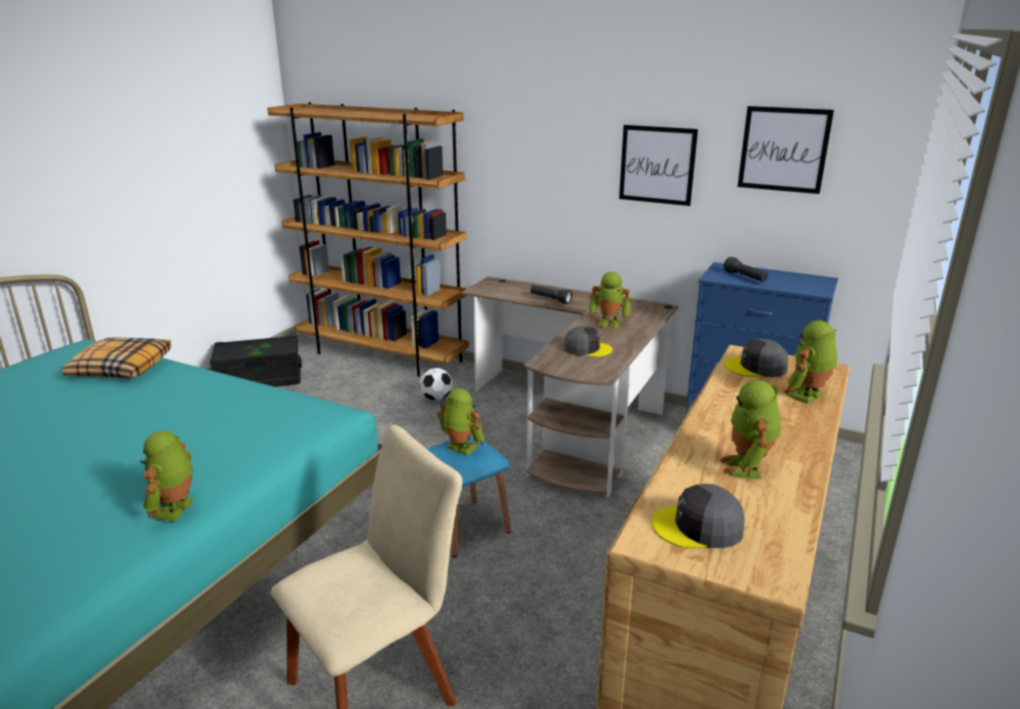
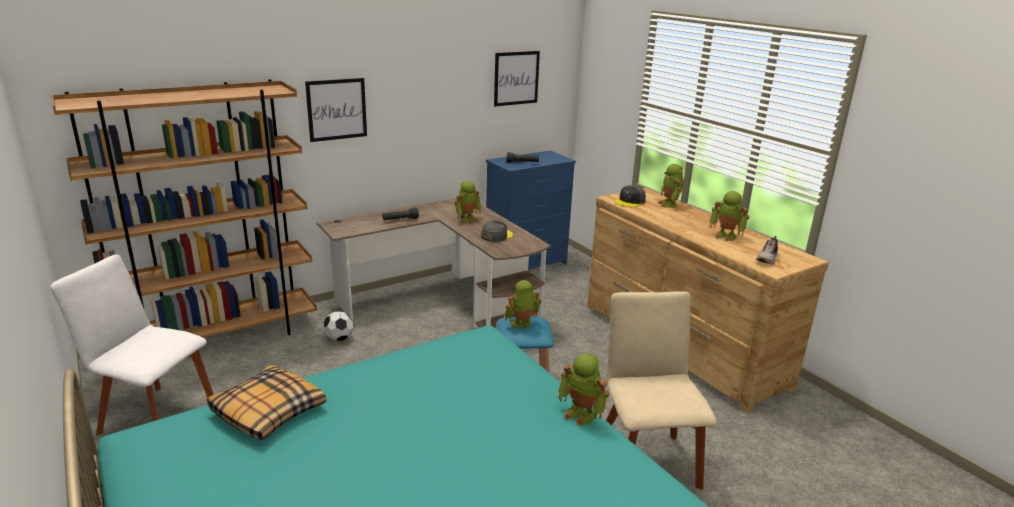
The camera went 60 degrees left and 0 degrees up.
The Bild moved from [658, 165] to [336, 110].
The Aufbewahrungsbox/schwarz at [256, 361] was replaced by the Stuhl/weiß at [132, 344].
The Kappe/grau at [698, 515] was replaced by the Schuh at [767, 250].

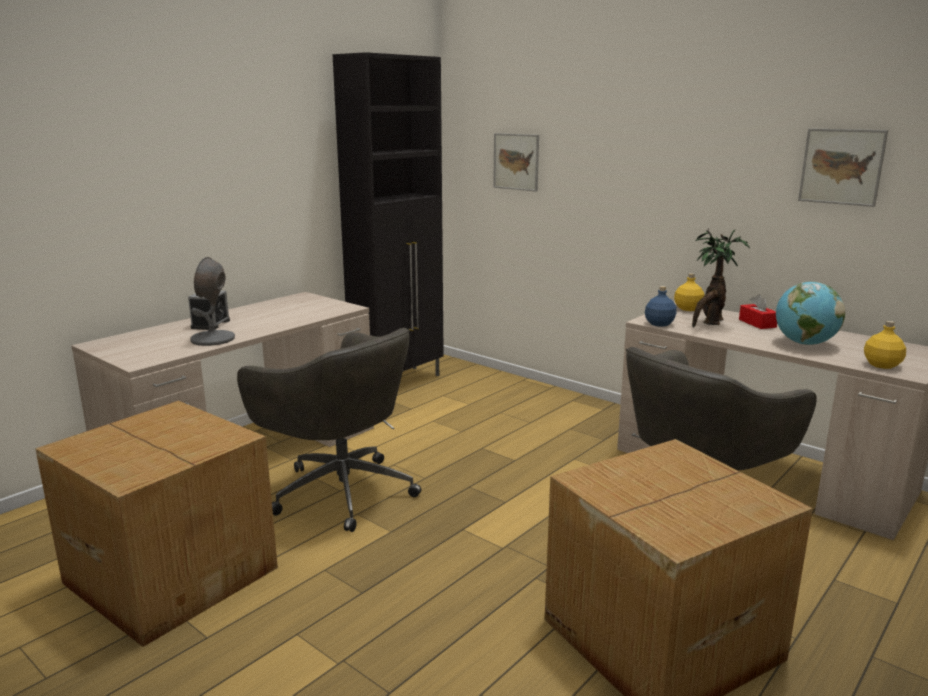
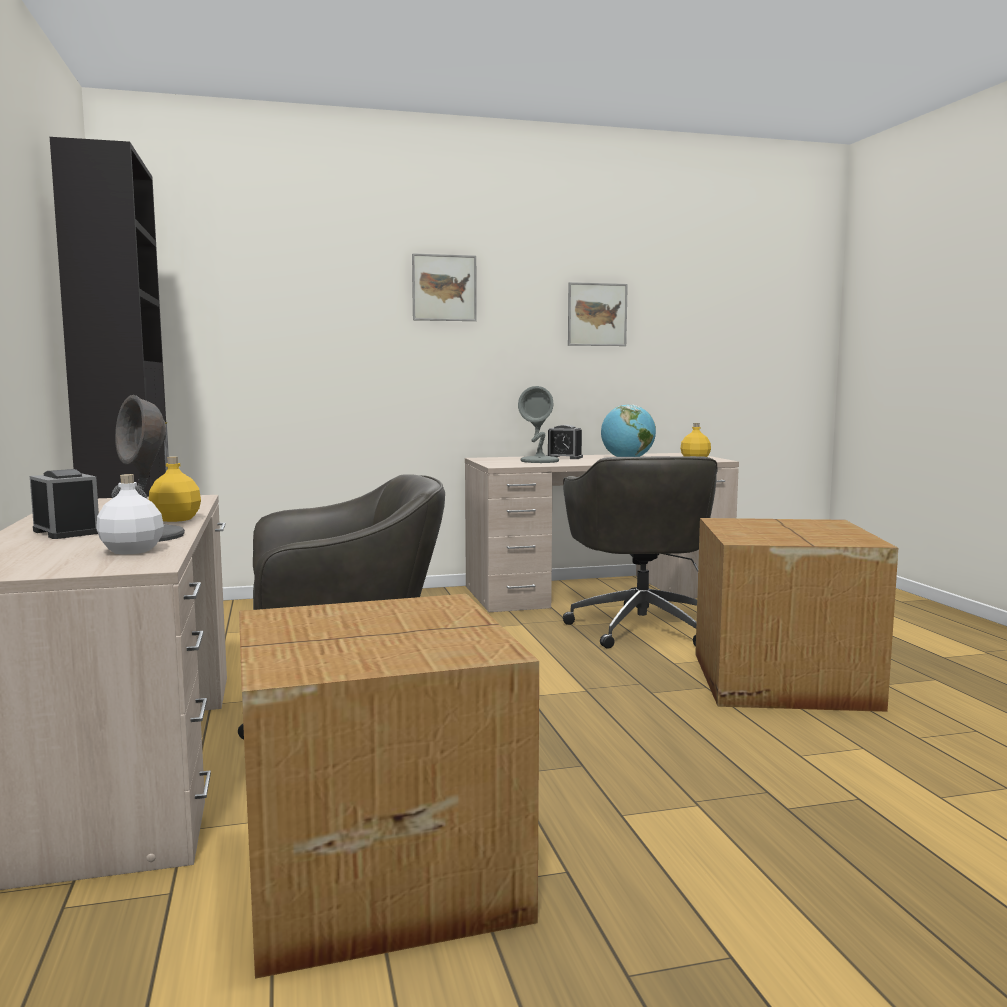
The camera went 55 degrees left and 10 degrees down.
The Bild moved from [516, 162] to [444, 287].
The Topfpflanze at [721, 277] was replaced by the Tischlampe/grau at [538, 424].
The Flasche/gelb moved from [689, 292] to [175, 489].
The Flasche/blau at [661, 306] disappeared.
The Taschentuchbox/rot at [758, 311] was replaced by the Wecker at [564, 442].
The Flasche/weiß at [130, 514] appeared.

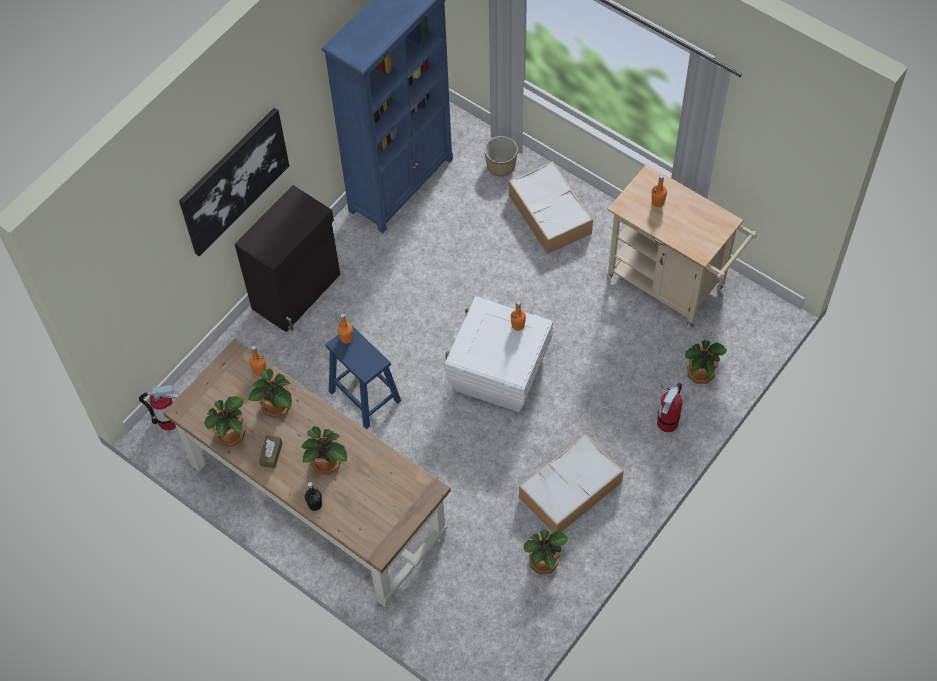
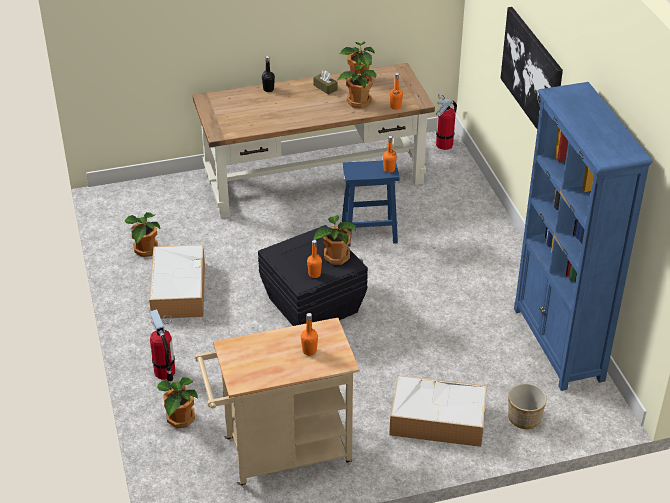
The camera went 125 degrees right and 20 degrees down.
The Schrank/schwarz at [287, 258] disappeared.
The Aufbewahrungsbox/weiß at [499, 354] became the Aufbewahrungsbox/schwarz at [313, 275].
The Topfpflanze moved from [324, 450] to [334, 240].

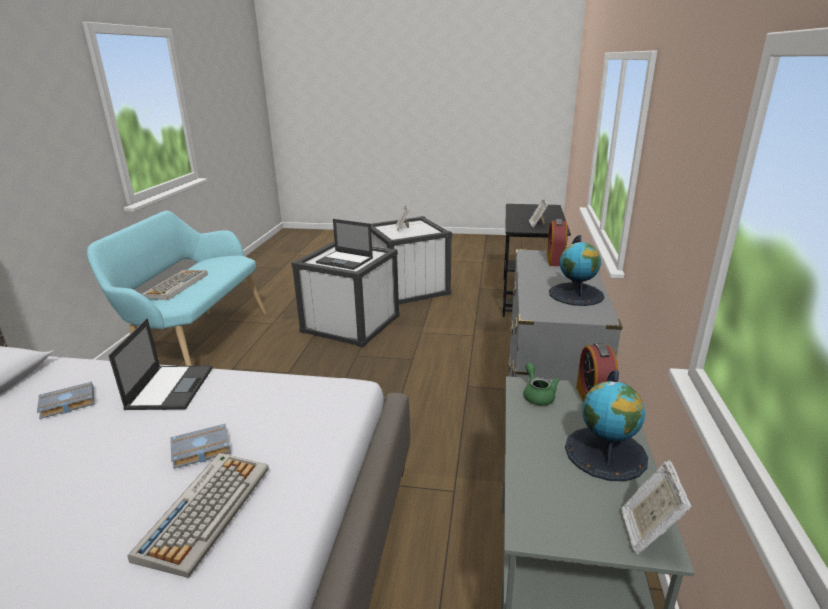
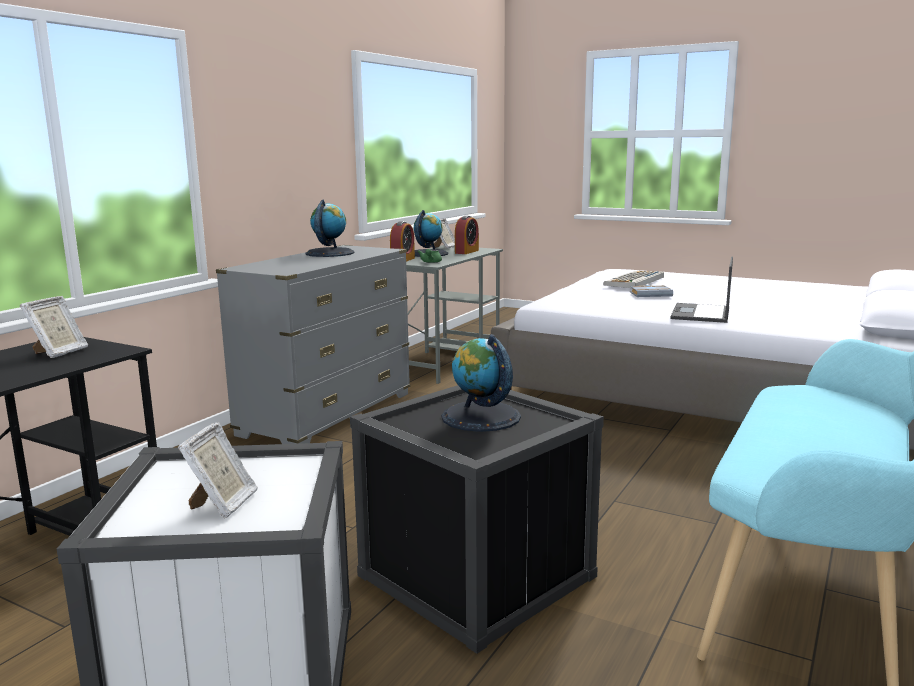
The camera went 160 degrees left and 10 degrees down.
The Laptop at [344, 244] was replaced by the Globus at [481, 383].
The Wecker moved from [557, 242] to [467, 234].
The Aufbewahrungsbox/weiß at [345, 294] became the Aufbewahrungsbox/schwarz at [477, 519].
The Tastatur at [175, 285] disappeared.
The Buch/grau at [65, 400] disappeared.

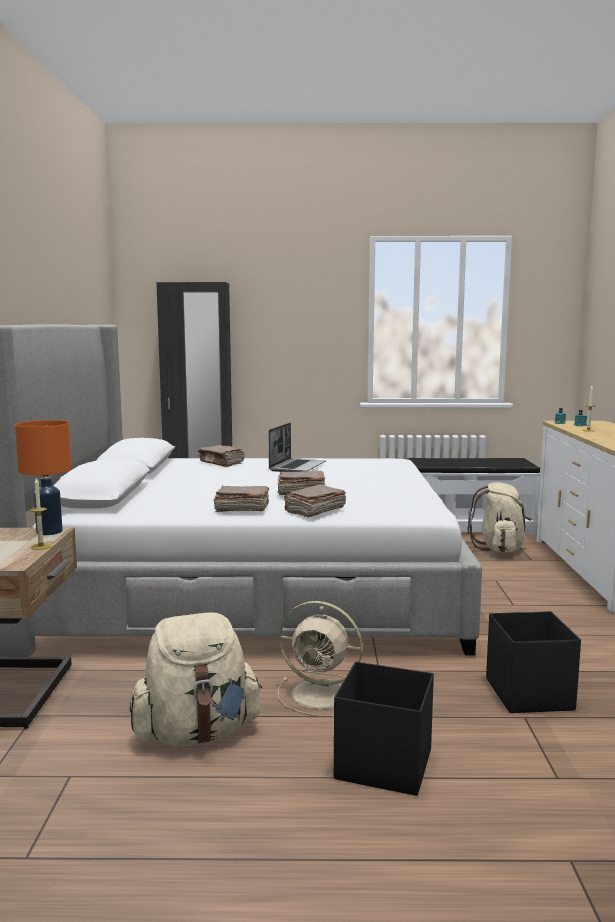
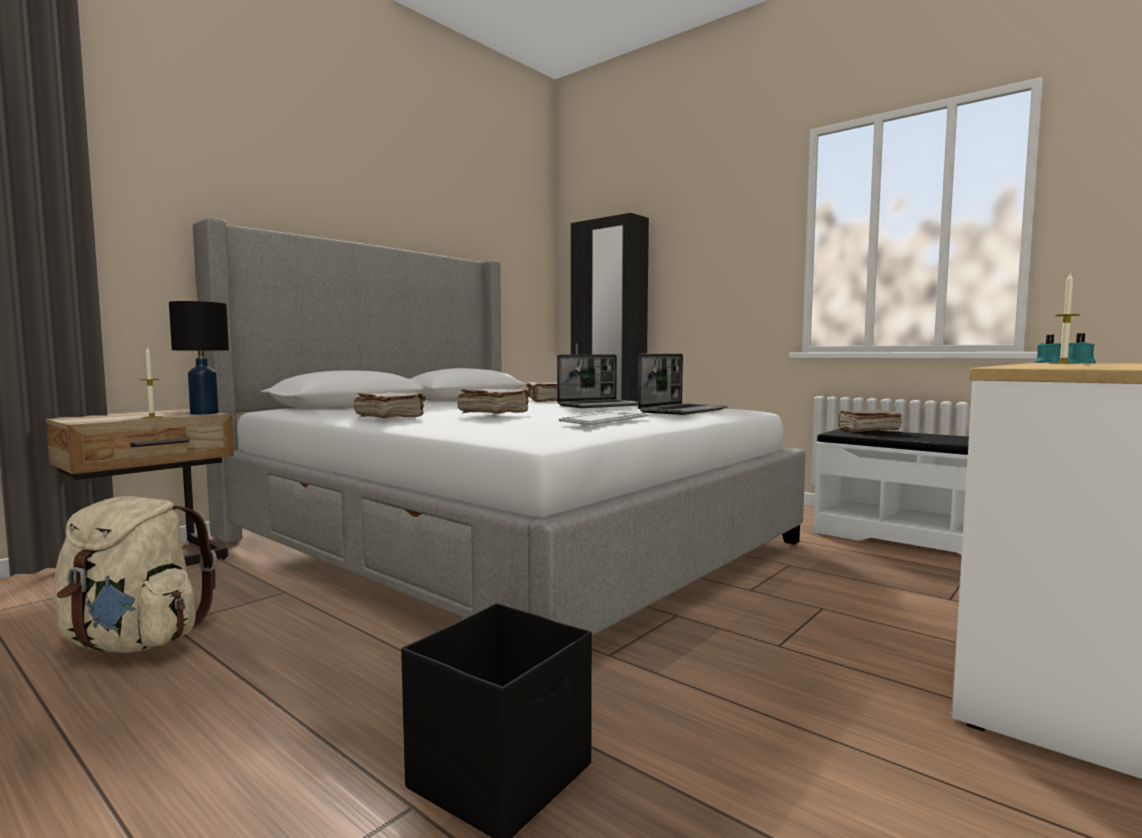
The camera went 40 degrees right and 5 degrees down.
The Tischlampe/orange at [43, 477] became the Tischlampe/schwarz at [199, 358].
The Rucksack/beige at [500, 517] disappeared.
The Buch/braun moved from [315, 501] to [870, 421].
The Ventilator/beige at [320, 659] disappeared.
The Aufbewahrungsbox/schwarz at [384, 729] disappeared.
The Laptop at [683, 384] appeared.
The Tastatur at [604, 418] appeared.

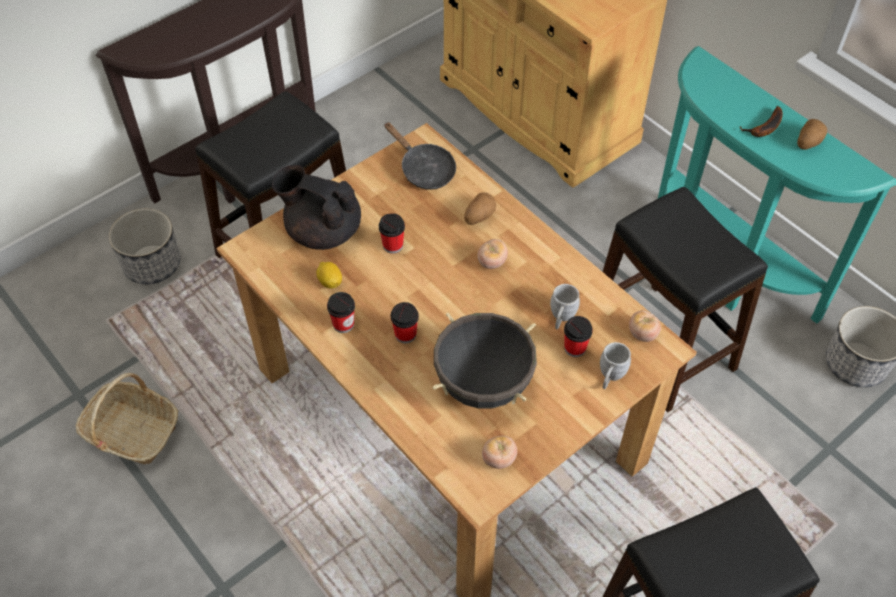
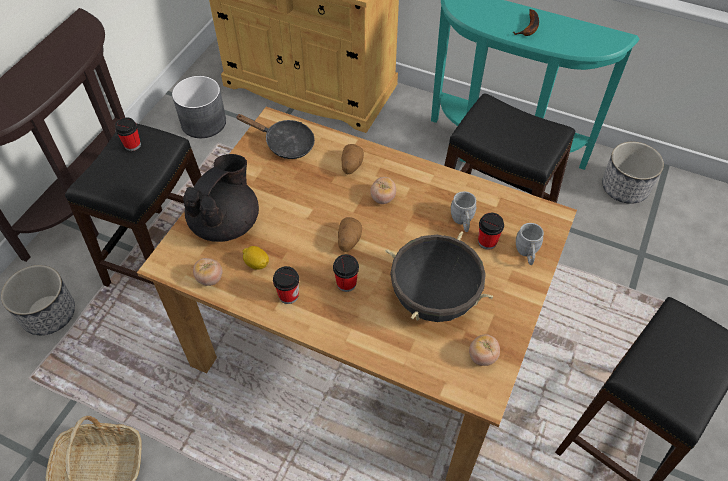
The camera went 25 degrees left and 0 degrees up.
The Kartoffel moved from [812, 134] to [350, 234].
The Teekanne/schwarz at [316, 207] turned 120 degrees clockwise.
The Tasse moved from [392, 233] to [128, 134].
The Tomate moved from [645, 326] to [208, 272].
The Pflanzkübel/grau at [199, 107] appeared.

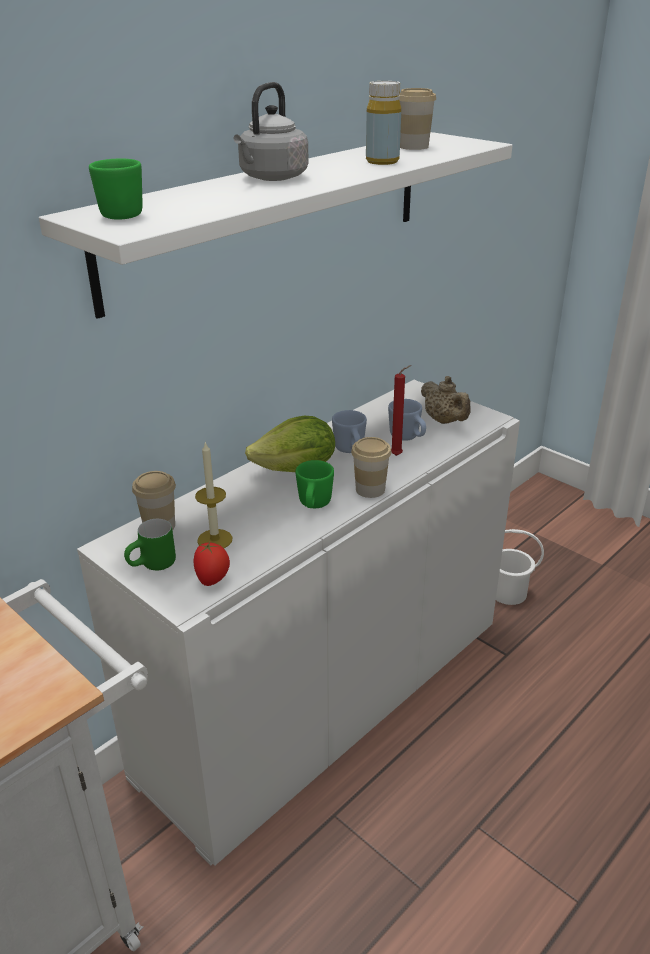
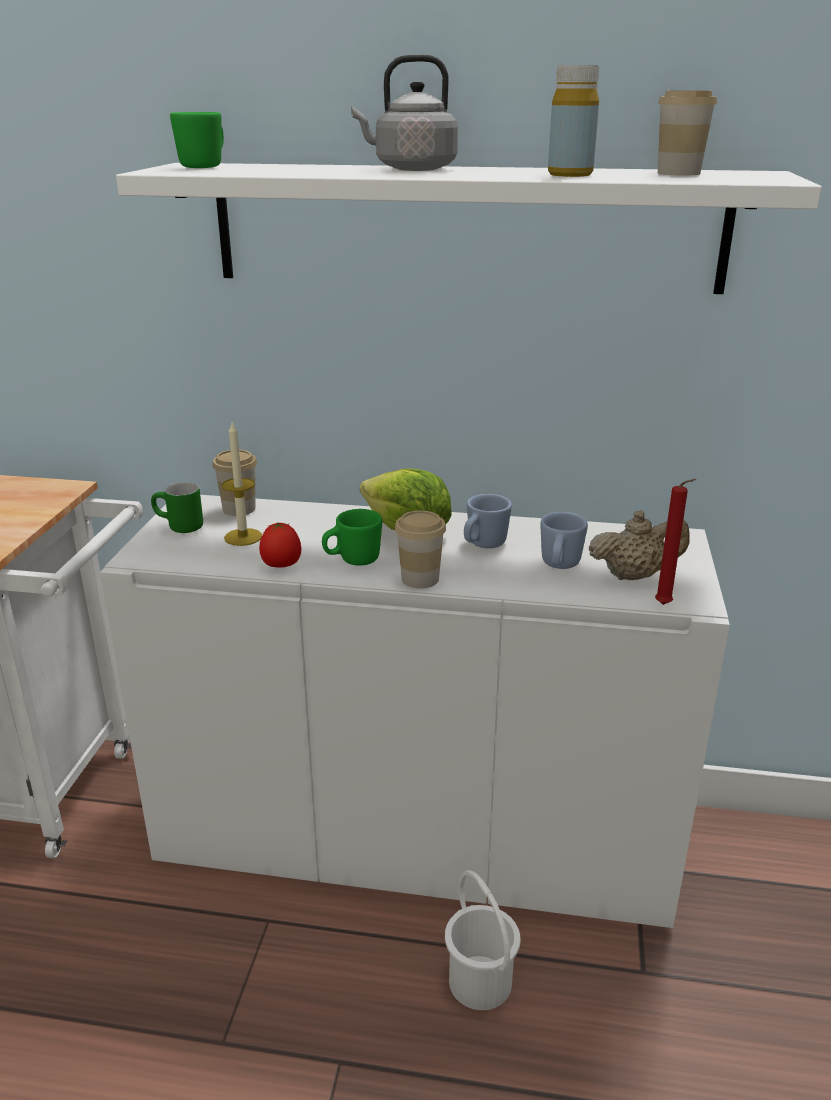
The camera went 55 degrees right and 5 degrees down.
The Kerze/rot moved from [401, 410] to [675, 542].
The Teekanne/beige at [446, 400] turned 120 degrees counterclockwise.
The Eimer/weiß moved from [520, 567] to [483, 940].
The Tomate moved from [212, 564] to [280, 544].

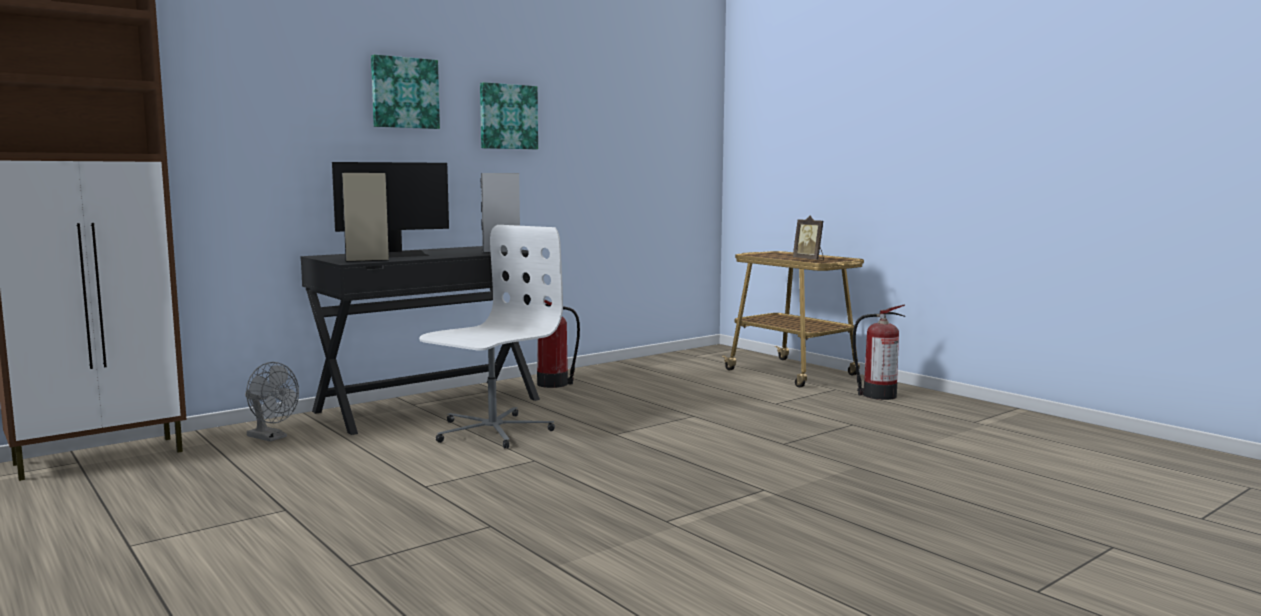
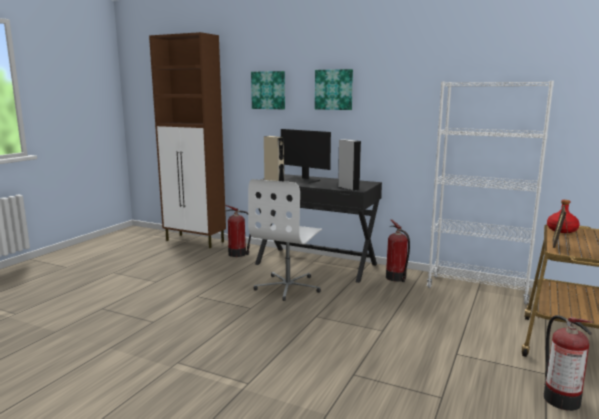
The camera went 65 degrees right and 5 degrees up.
The Bild moved from [509, 115] to [268, 90].
The Bürostuhl/weiß at [491, 336] turned 105 degrees clockwise.
The Ventilator/grau at [272, 402] was replaced by the Feuerlöscher at [238, 231].
The Bücherregal/weiß at [490, 192] appeared.
The Flasche/rot at [563, 216] appeared.

